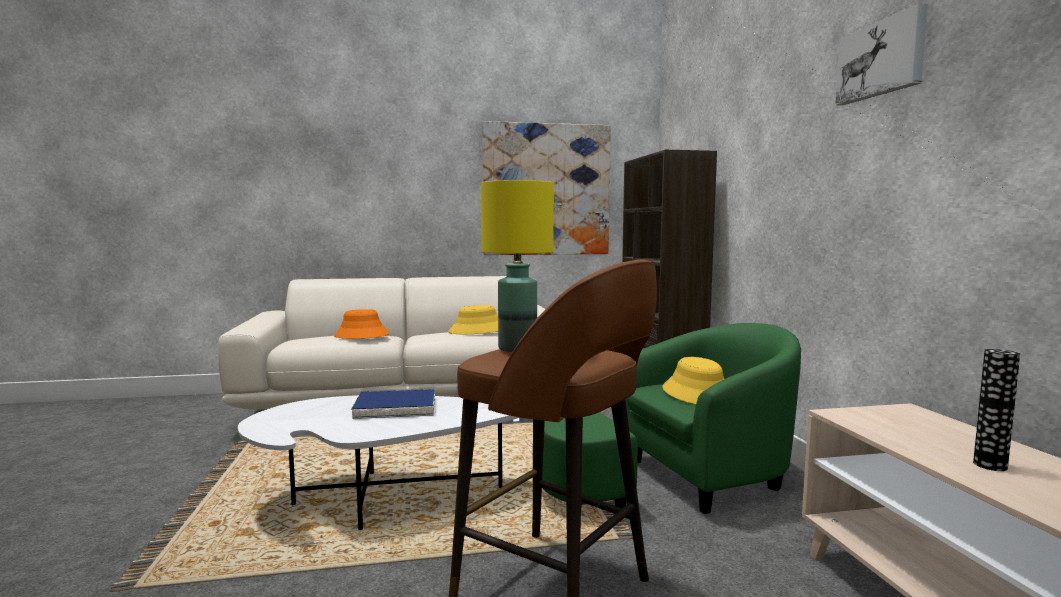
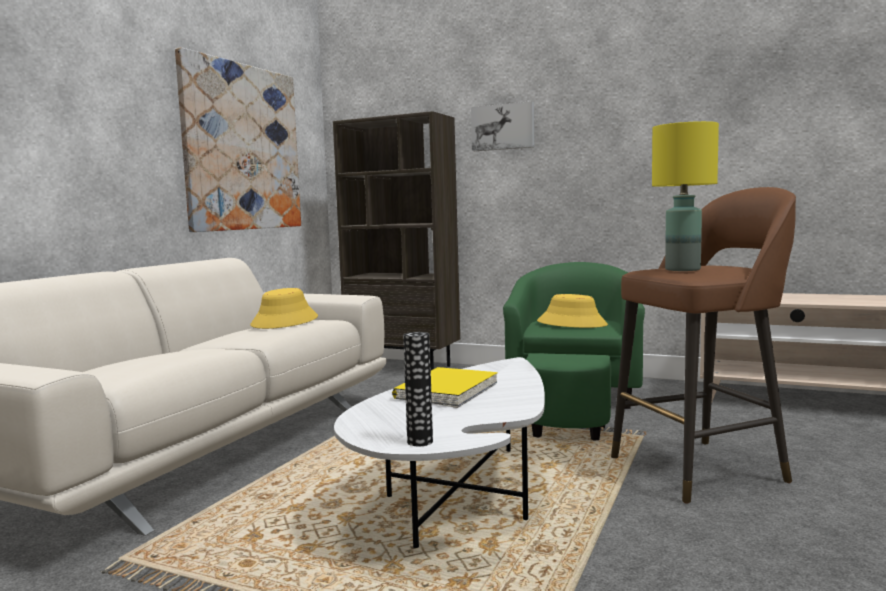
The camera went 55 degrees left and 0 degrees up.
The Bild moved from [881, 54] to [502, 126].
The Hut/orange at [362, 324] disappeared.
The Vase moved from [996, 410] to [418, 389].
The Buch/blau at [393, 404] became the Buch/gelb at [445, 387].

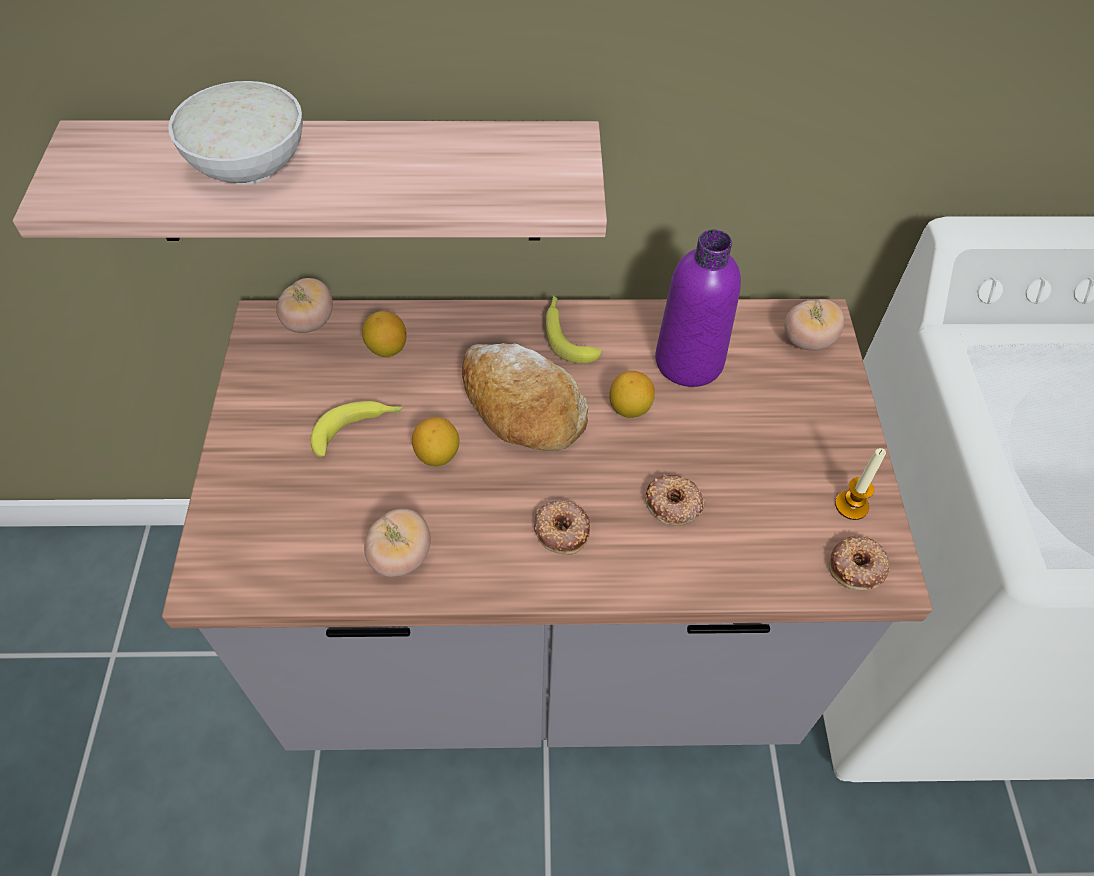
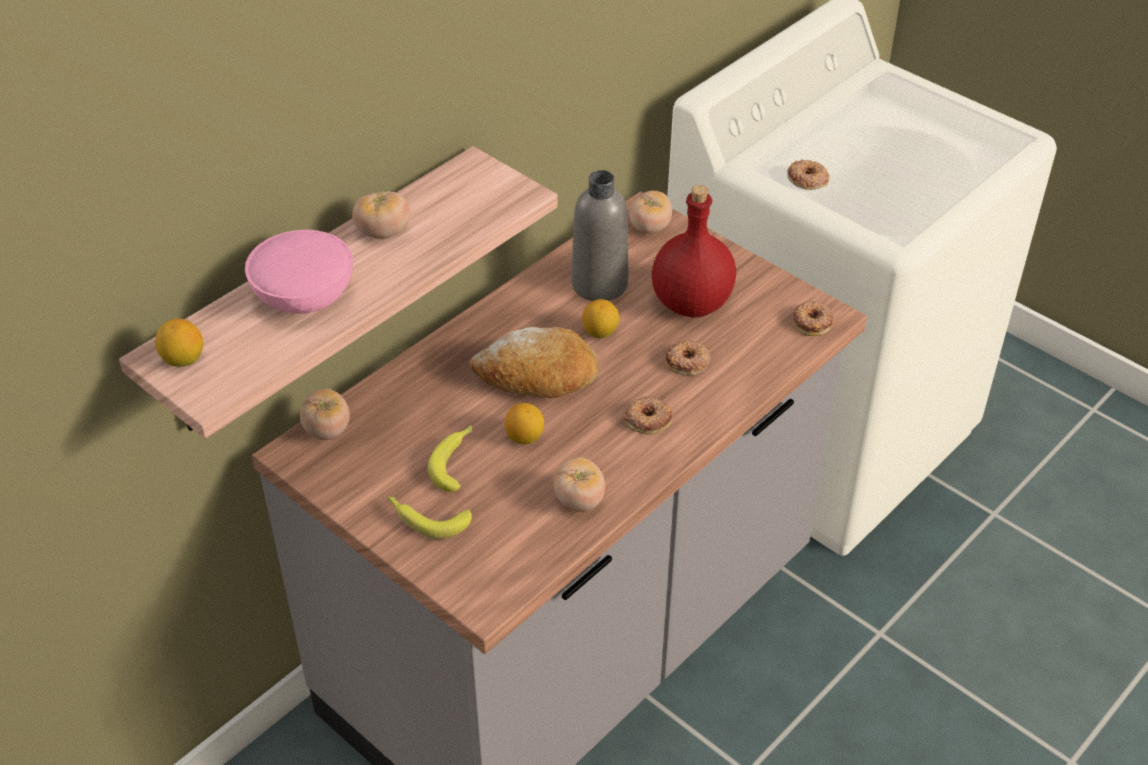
The camera went 45 degrees left and 10 degrees down.
The Schüssel/weiß at [235, 132] became the Schüssel/rosa at [299, 272].
The Flasche/lila at [698, 308] became the Flasche/grau at [599, 235].
The Banane moved from [573, 329] to [429, 518].
The Zitrone moved from [384, 334] to [179, 343].
The Kerze at [860, 484] disappeared.
The Donut at [808, 174] appeared.
The Flasche/rot at [693, 251] appeared.
The Tomate at [381, 215] appeared.

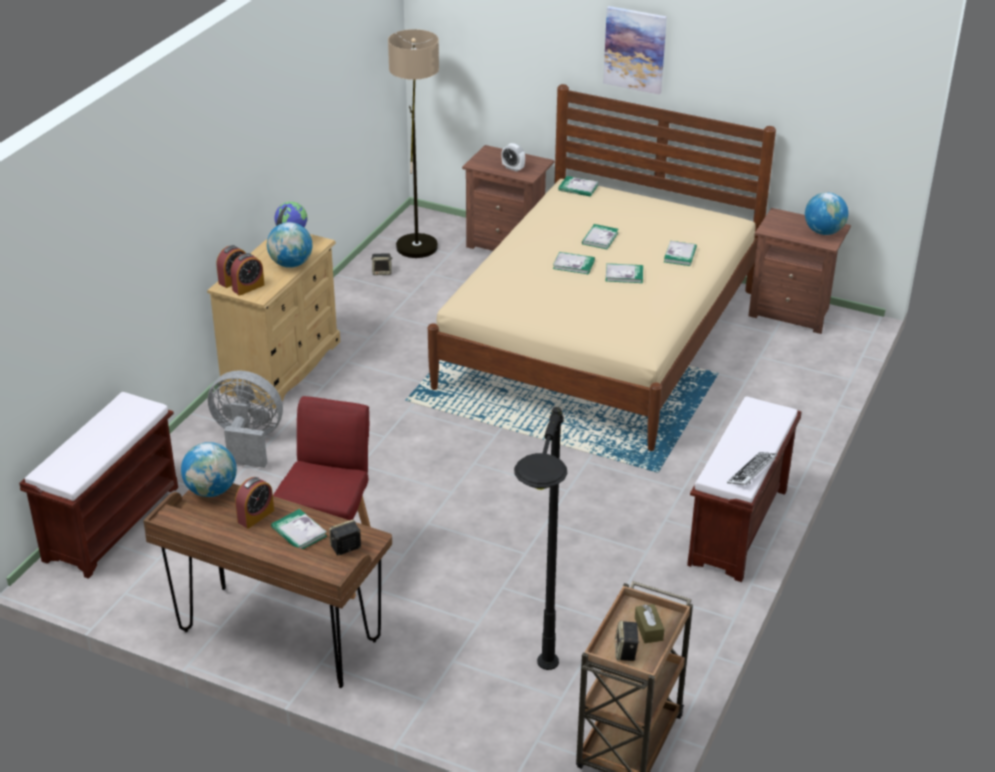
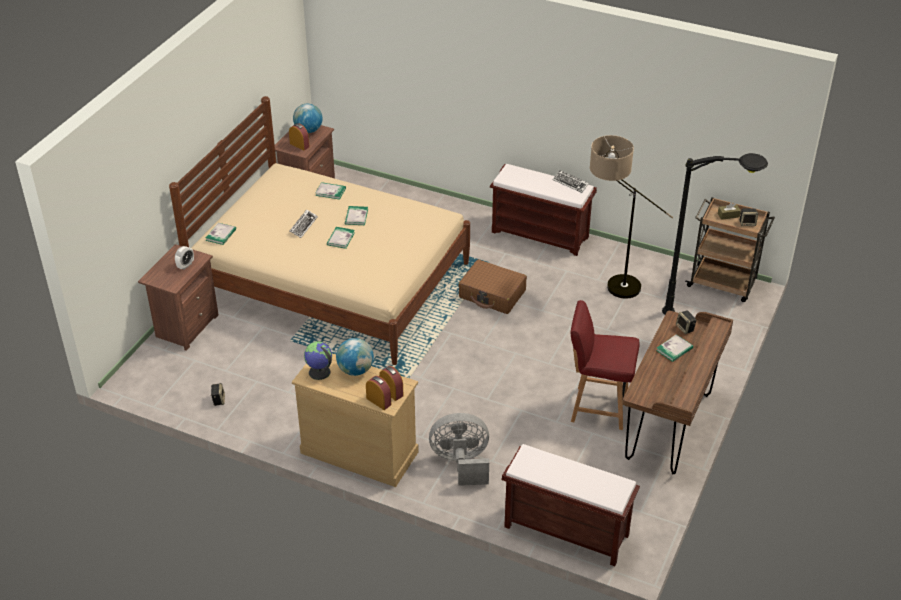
The camera went 90 degrees left and 5 degrees up.
The Bild at [635, 50] disappeared.
The Stehlampe moved from [413, 143] to [631, 217].
The Buch at [600, 236] was replaced by the Tastatur at [304, 223].
The Ventilator/grau at [245, 419] turned 75 degrees clockwise.
The Globus at [209, 469] disappeared.
The Wecker moved from [254, 503] to [299, 137].
The Koffer/braun at [492, 286] appeared.

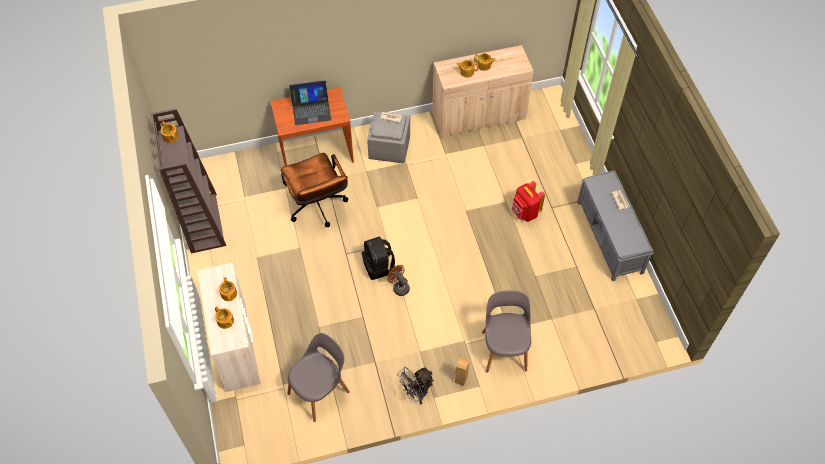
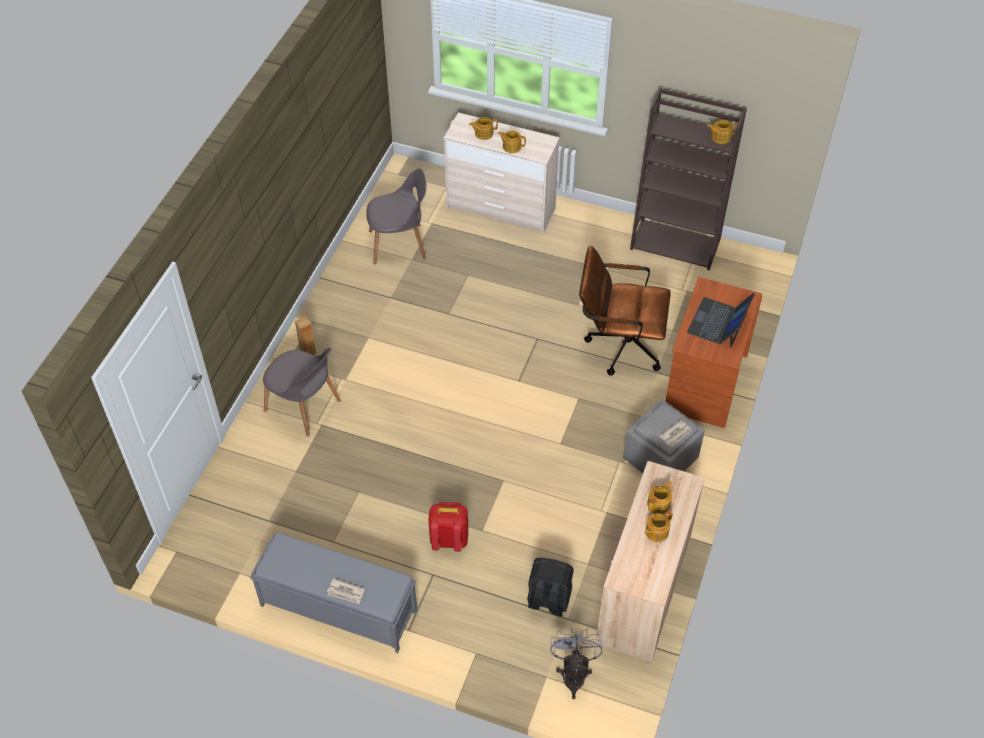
The camera went 125 degrees right and 5 degrees down.
The Rucksack/schwarz moved from [378, 258] to [550, 587].
The Ventilator/braun at [398, 280] disappeared.
The Stuhl/grau at [318, 377] turned 90 degrees counterclockwise.
The Ventilator/grau moved from [415, 385] to [576, 664].

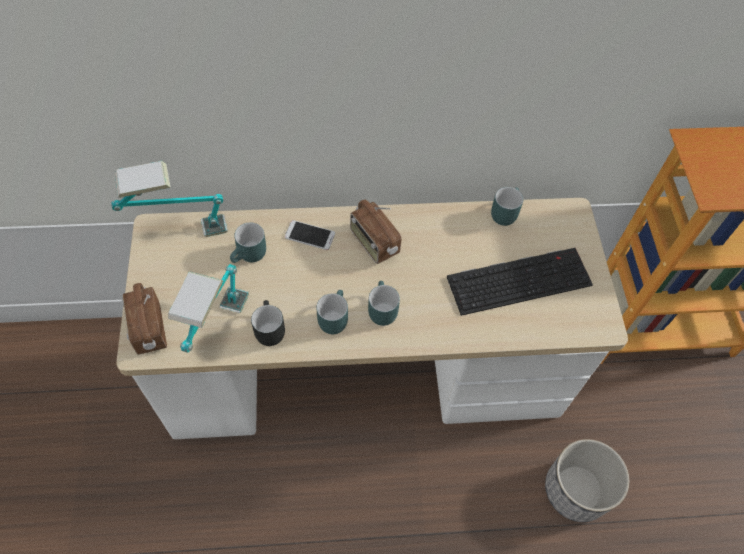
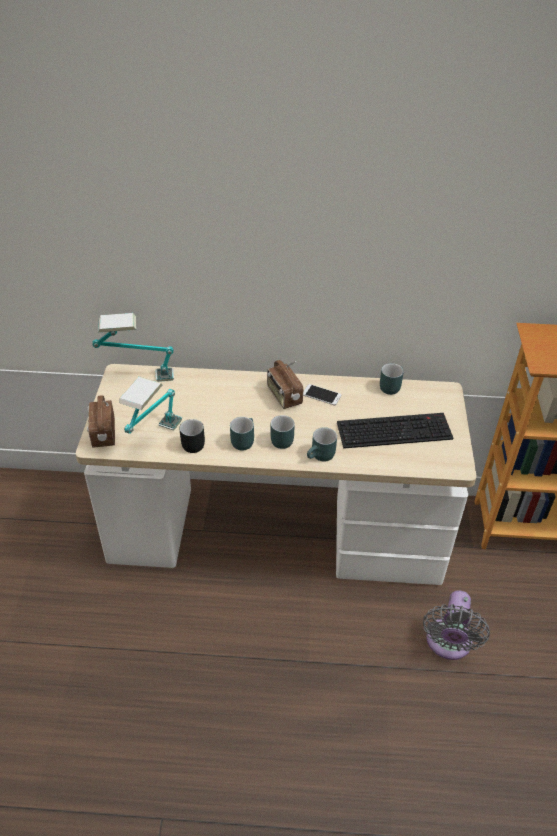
The camera went 10 degrees right and 15 degrees down.
The Handy moved from [310, 235] to [322, 394].
The Henkelbecher/türkis moved from [248, 242] to [322, 444].
The Pflanzkübel at [587, 480] was replaced by the Ventilator/grau at [456, 625].

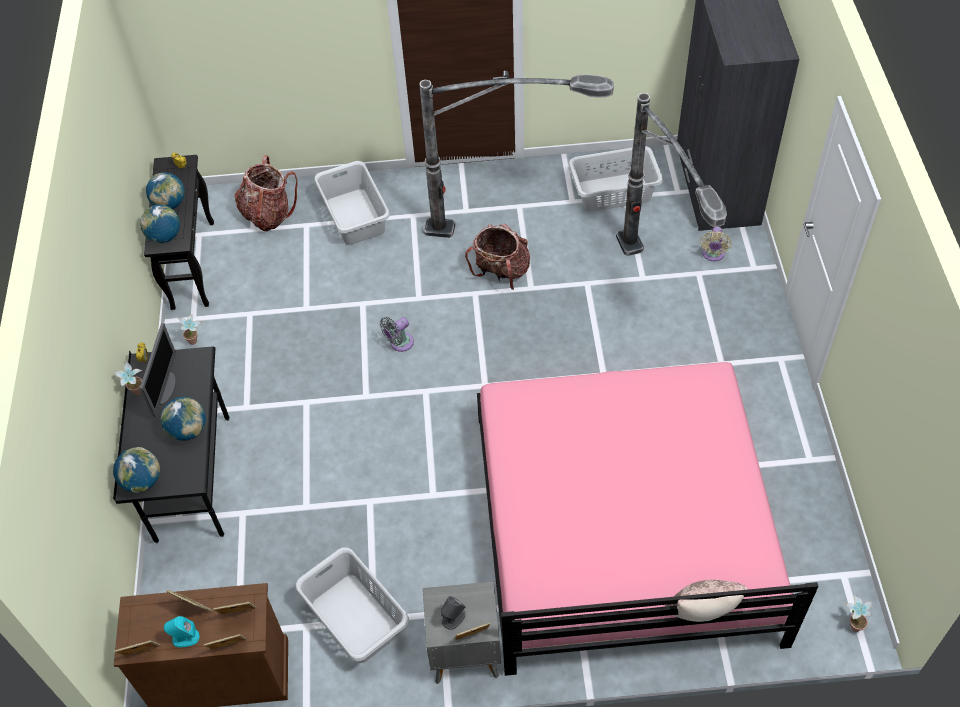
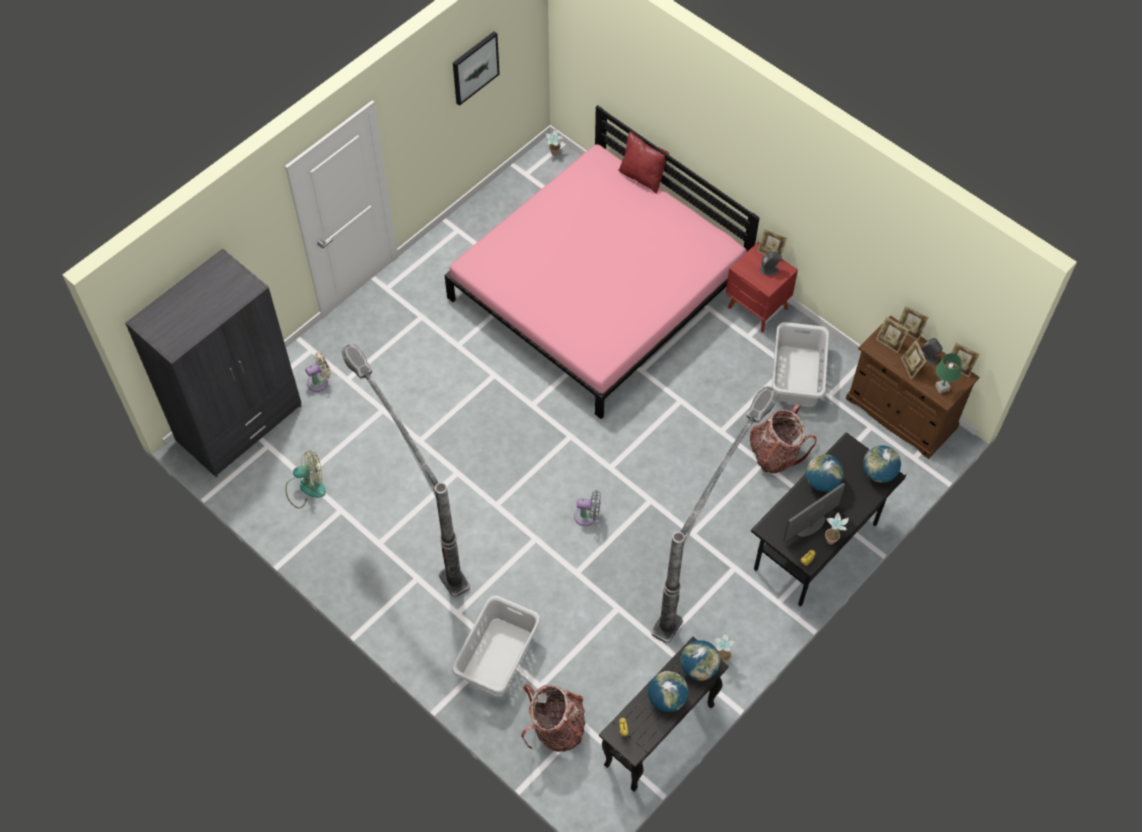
The camera went 135 degrees left and 5 degrees up.
The Stehlampe moved from [671, 174] to [714, 514].
The Wäschekorb/grau at [615, 179] was replaced by the Ventilator at [305, 479].
The Rucksack moved from [497, 257] to [783, 438].
The Kissen/beige at [706, 601] became the Kissen/rot at [644, 162].
The Nachttisch/grau at [462, 632] became the Nachttisch/rot at [762, 287].
The Lautsprecher/türkis at [181, 631] became the Lautsprecher/grau at [932, 351].
The Bild at [476, 68] appeared.
The Tischlampe/grün at [948, 373] appeared.

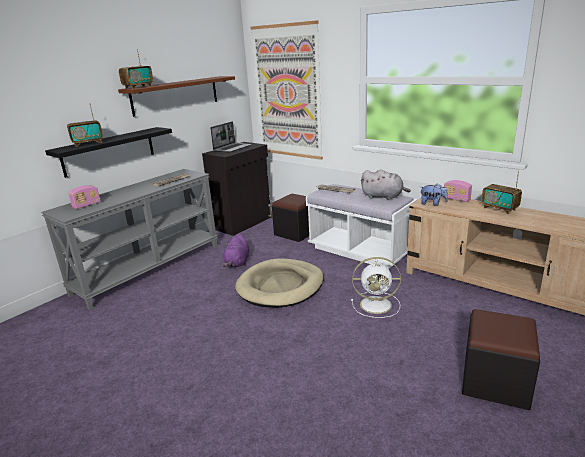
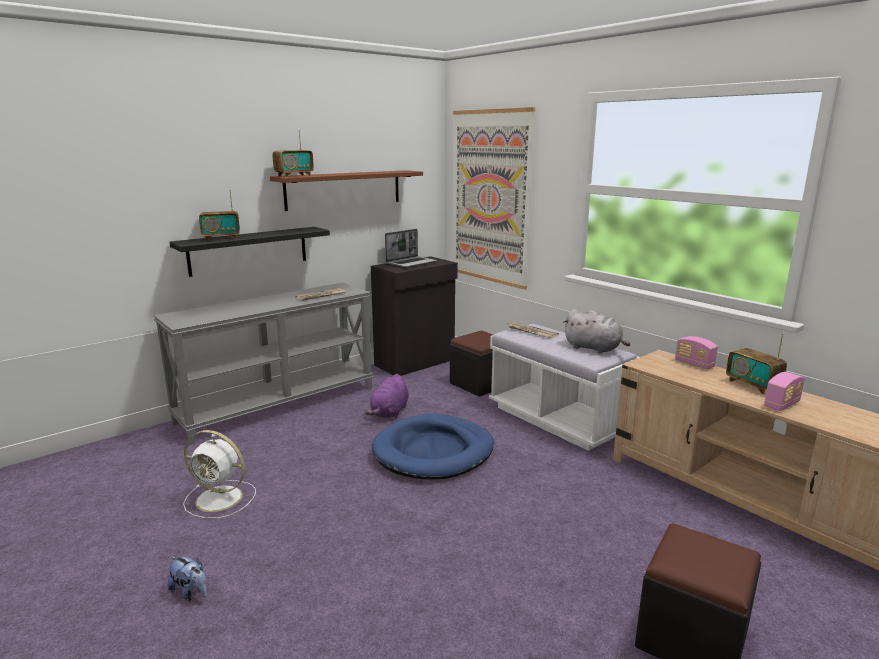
The camera went 10 degrees right and 5 degrees down.
The Plüschtier moved from [434, 194] to [187, 578].
The Radio moved from [84, 197] to [784, 391].
The Ventilator/weiß moved from [376, 287] to [219, 474].
The Hundebett/beige at [279, 283] became the Hundebett/blau at [433, 447].

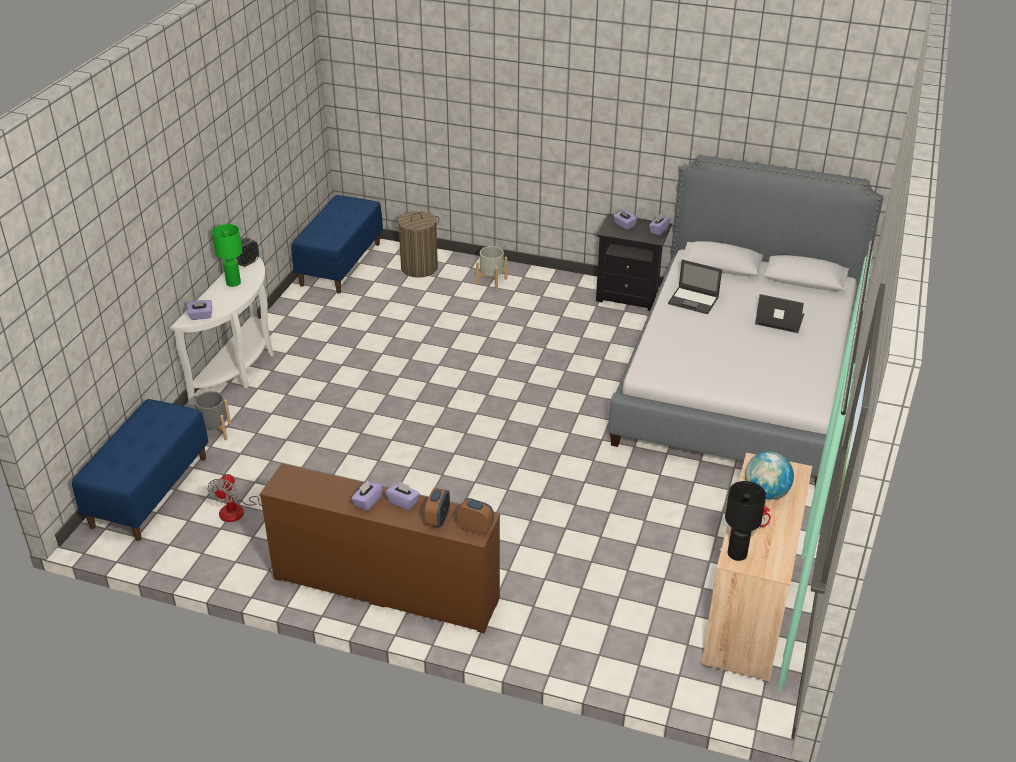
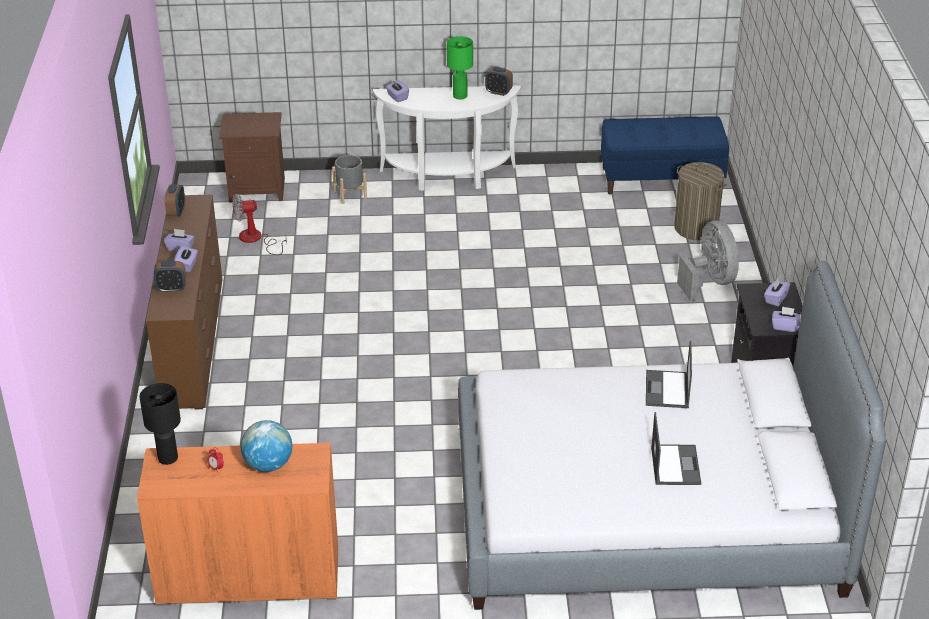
The camera went 70 degrees right and 0 degrees up.
The Pflanzkübel/grau at [491, 268] was replaced by the Ventilator/grau at [708, 260].
The Bank/blau at [140, 470] was replaced by the Nachttisch/braun at [252, 157].
The Schrank/beige at [757, 568] became the Schrank/orange at [237, 524].
The Wecker moved from [475, 516] to [175, 200].

